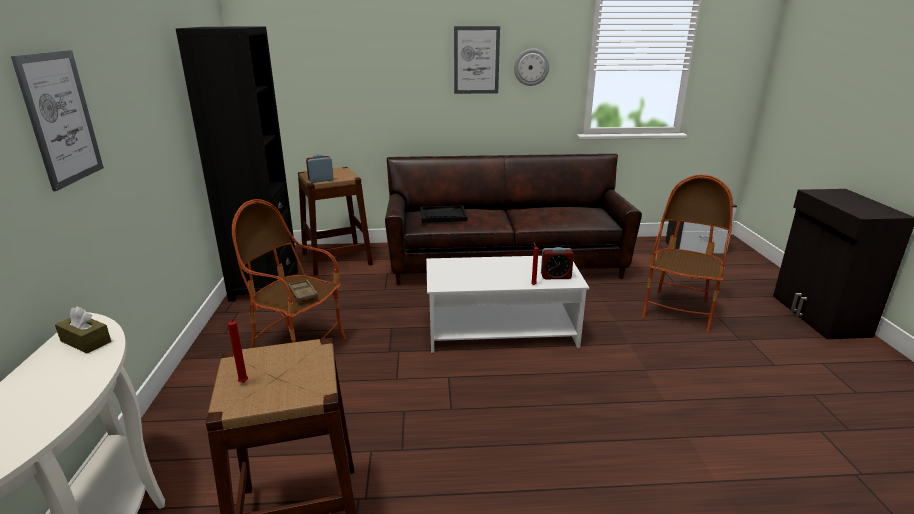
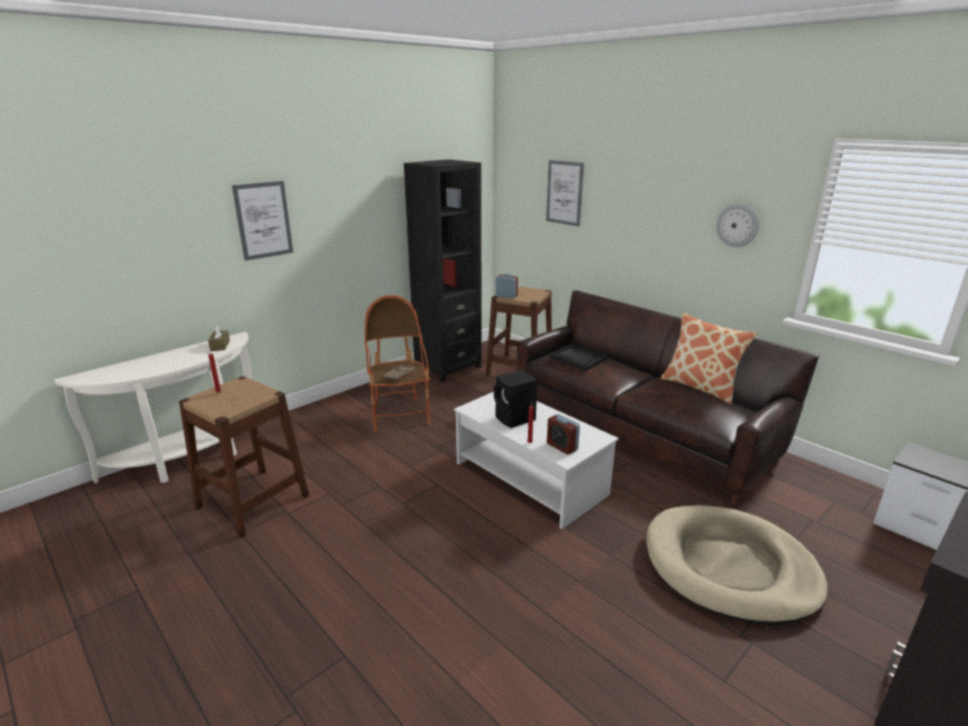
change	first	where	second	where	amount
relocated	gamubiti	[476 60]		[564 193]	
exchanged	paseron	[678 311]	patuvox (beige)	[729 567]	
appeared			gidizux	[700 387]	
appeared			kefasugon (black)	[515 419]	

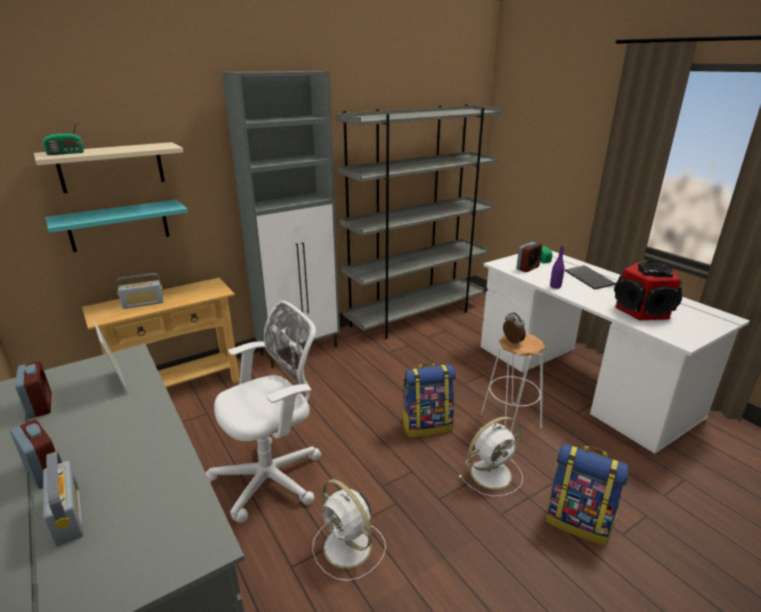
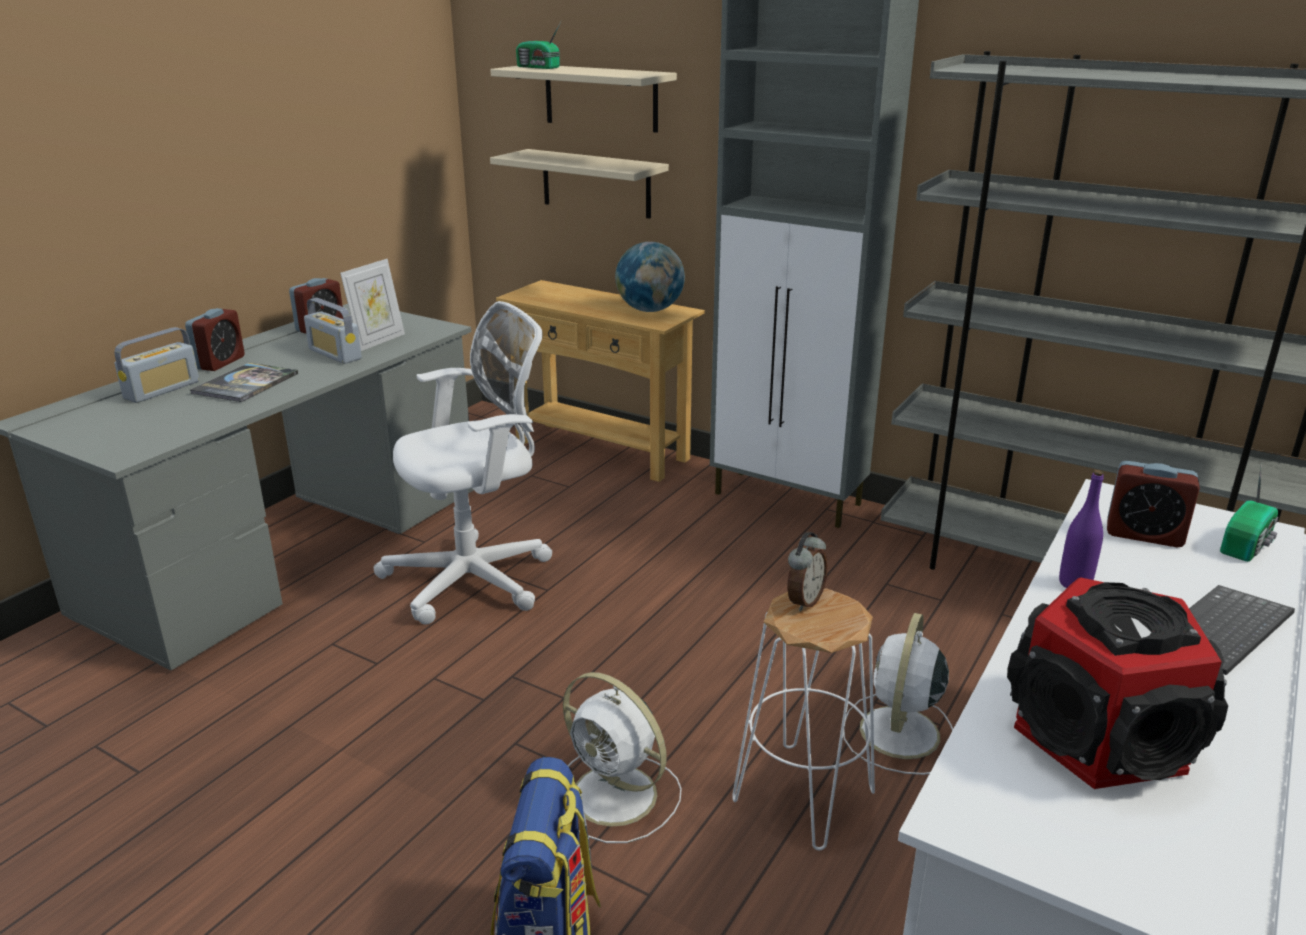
change	first	where	second	where	amount
colour	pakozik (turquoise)	[119 225]	pakozik (beige)	[596 183]	
relocated	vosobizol	[143 303]		[335 354]	
spun	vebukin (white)	[273 477]		[476 578]	60 degrees counterclockwise
missing	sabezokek	[427 425]			
relocated	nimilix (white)	[349 548]		[899 735]	
appeared			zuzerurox	[650 310]	
appeared			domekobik	[245 384]	

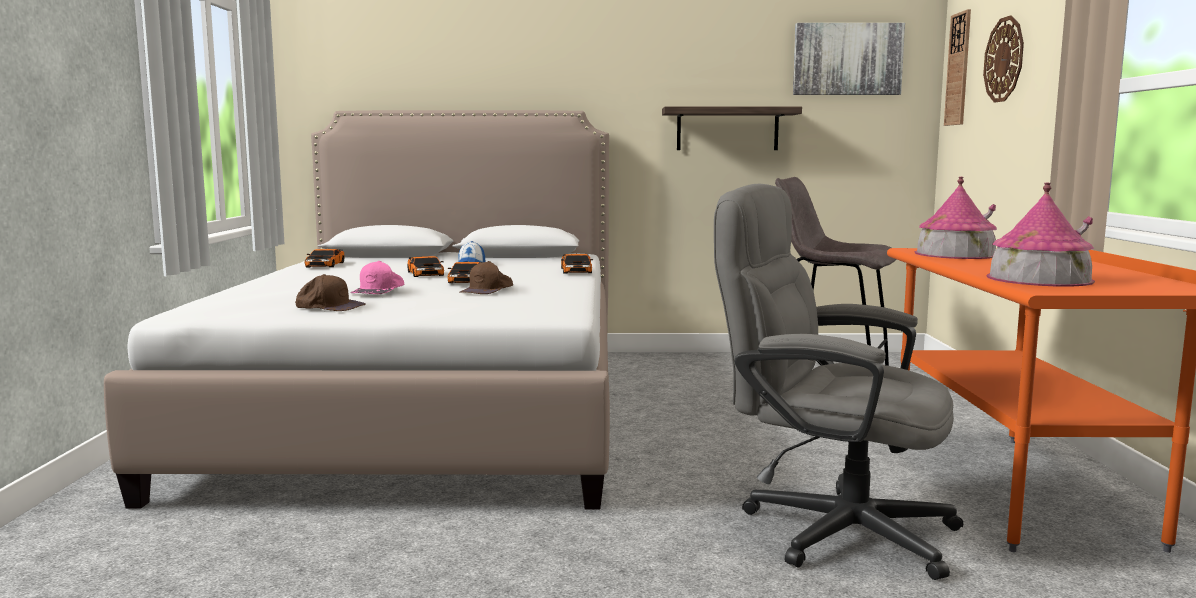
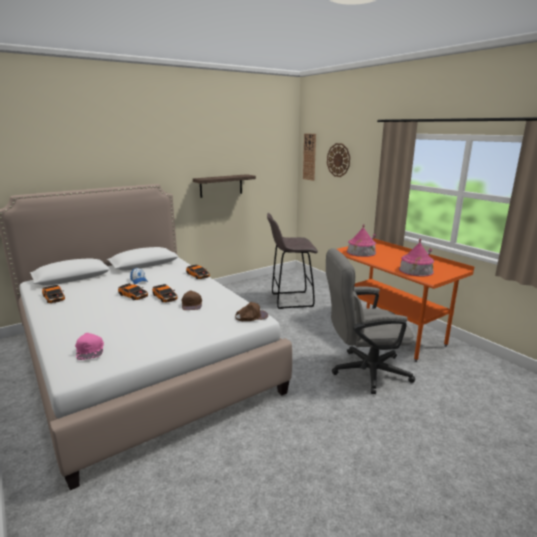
change	first	where	second	where	amount
missing	gamubiti	[847 59]			
relocated	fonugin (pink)	[379 290]		[90 350]	
relocated	fonugin (brown)	[330 306]		[251 316]	

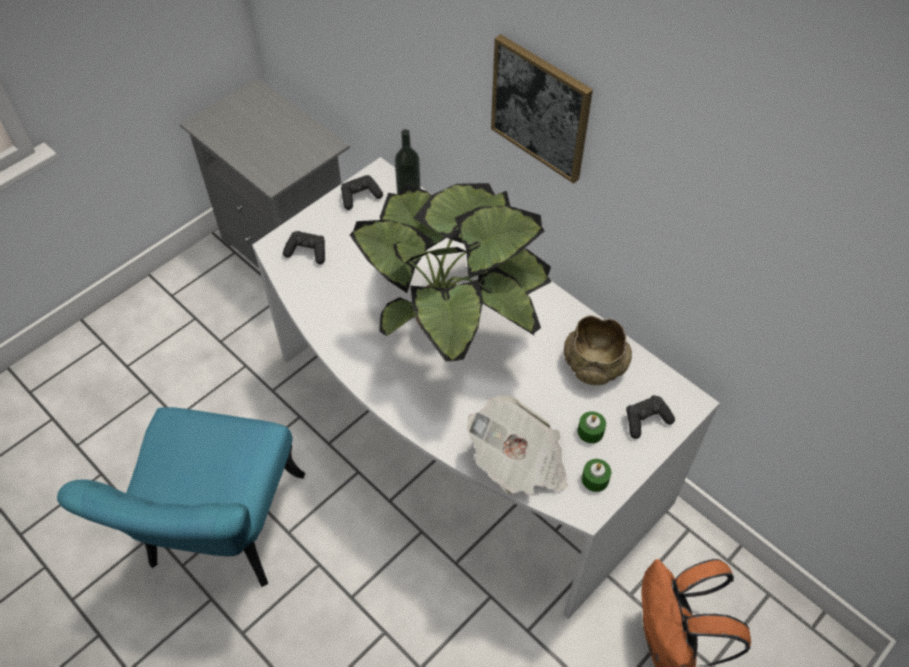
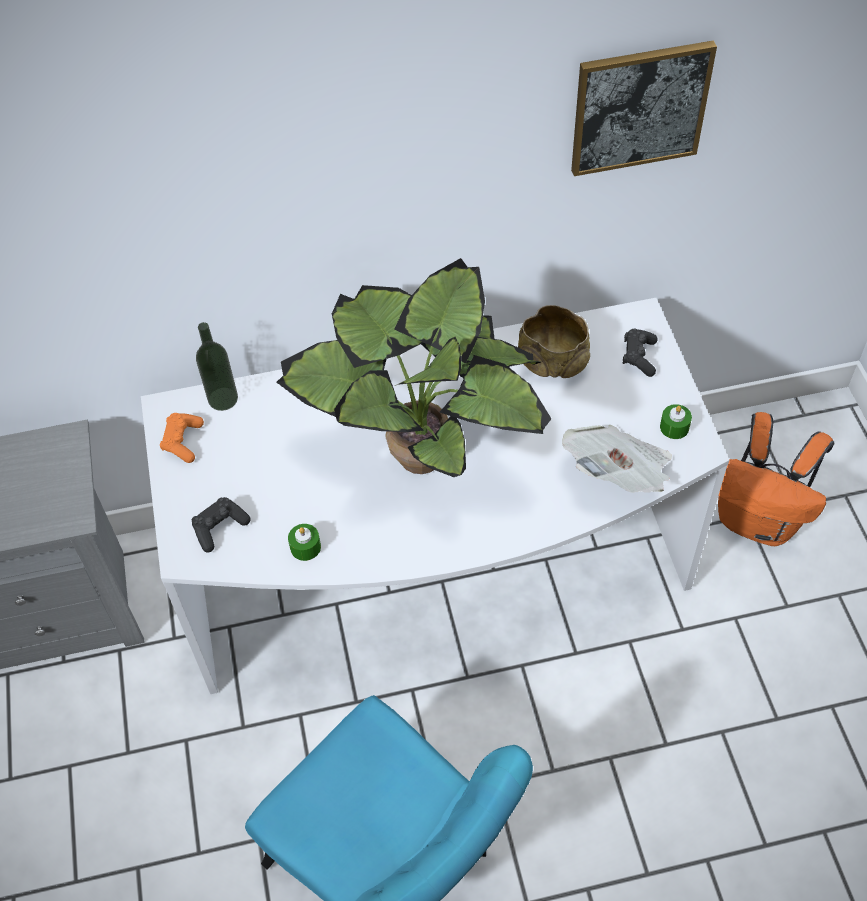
change	first	where	second	where	amount
relocated	gamubiti	[540 108]		[639 107]	
colour	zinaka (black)	[360 197]	zinaka (orange)	[183 442]	
relocated	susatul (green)	[590 431]		[305 547]	

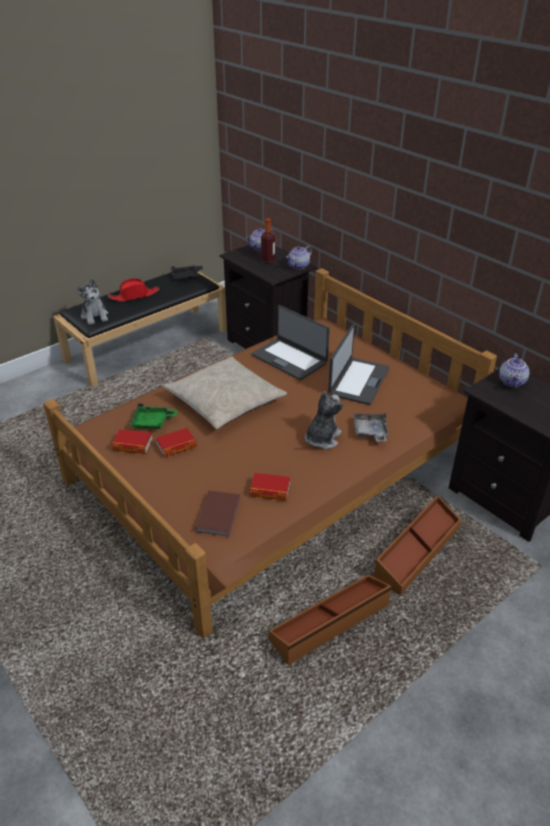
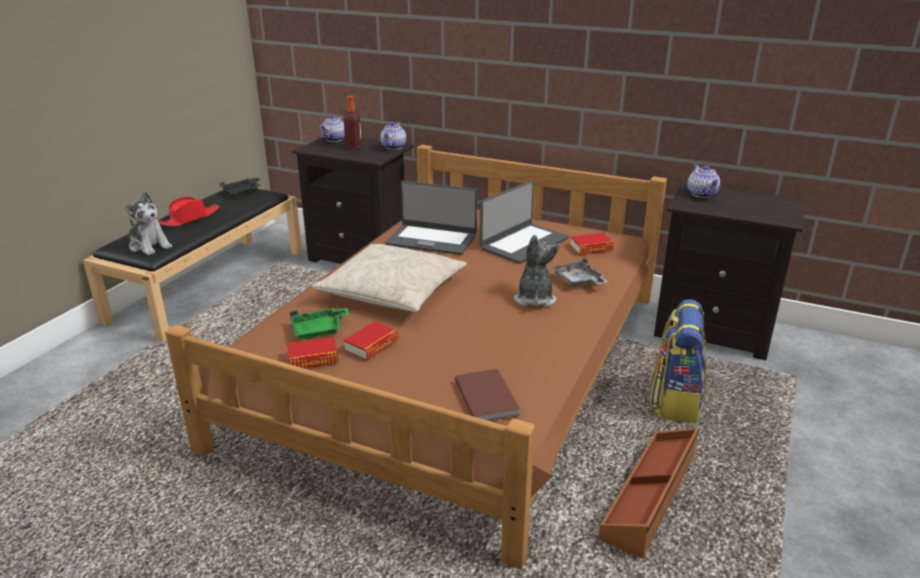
change	first	where	second	where	amount
spun	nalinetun	[358 381]		[523 243]	45 degrees clockwise
relocated	domekobik	[270 490]		[591 248]	
exchanged	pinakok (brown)	[416 552]	sabezokek	[675 401]	

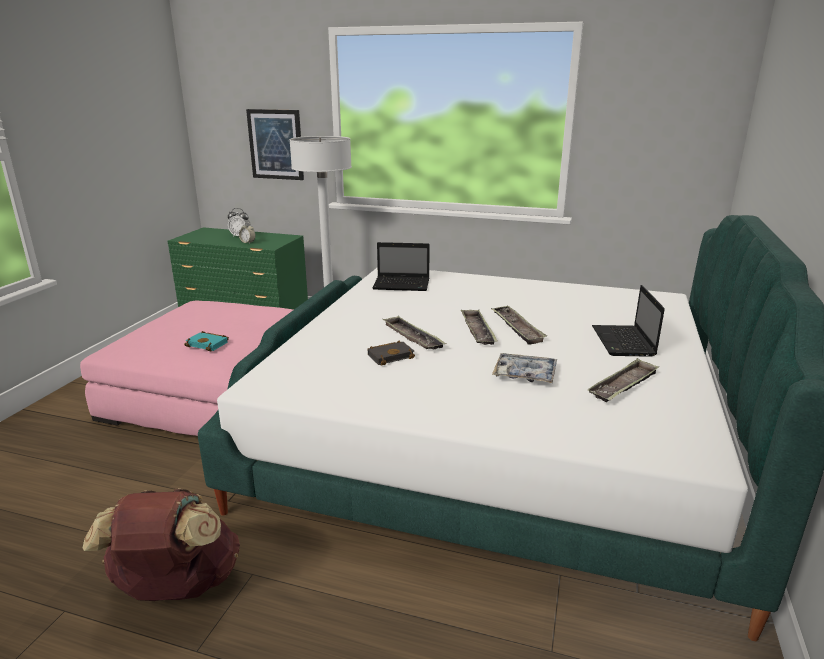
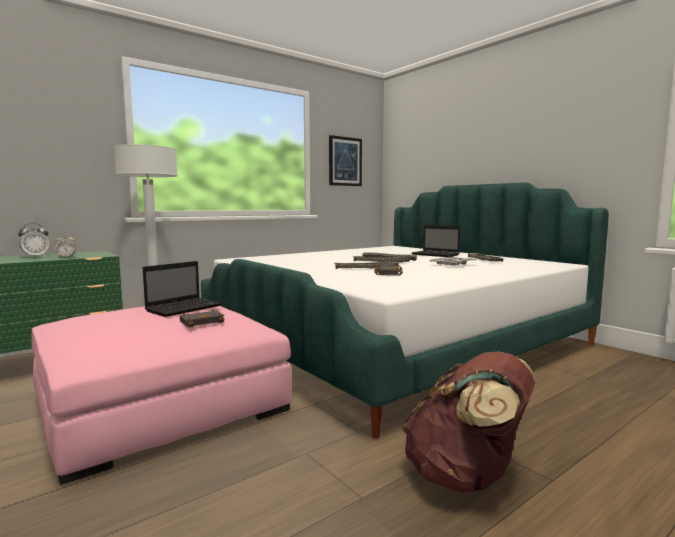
change	first	where	second	where	amount
relocated	gamubiti	[276 144]		[345 161]	
relocated	nalinetun	[403 285]		[184 308]	
colour	domekobik (turquoise)	[209 344]	domekobik (black)	[202 322]	

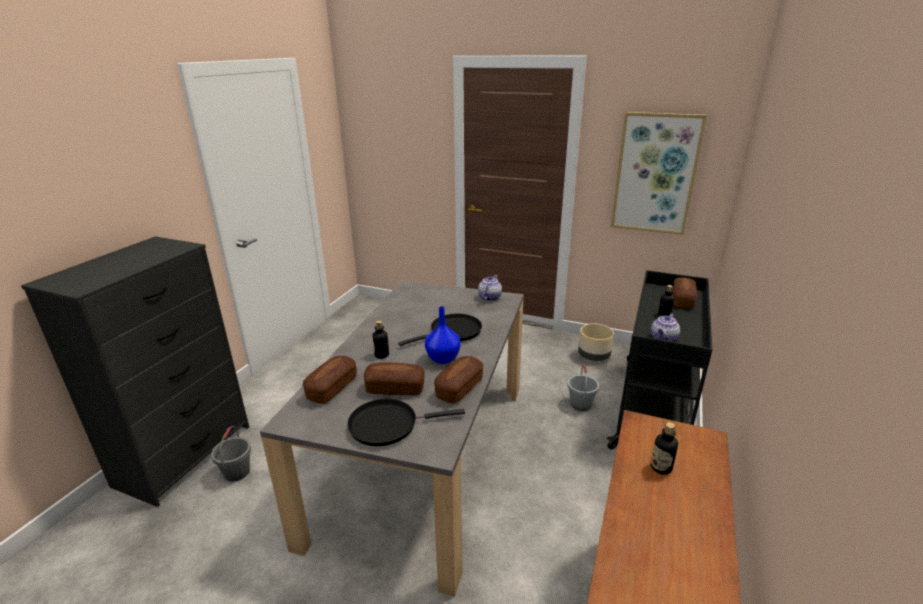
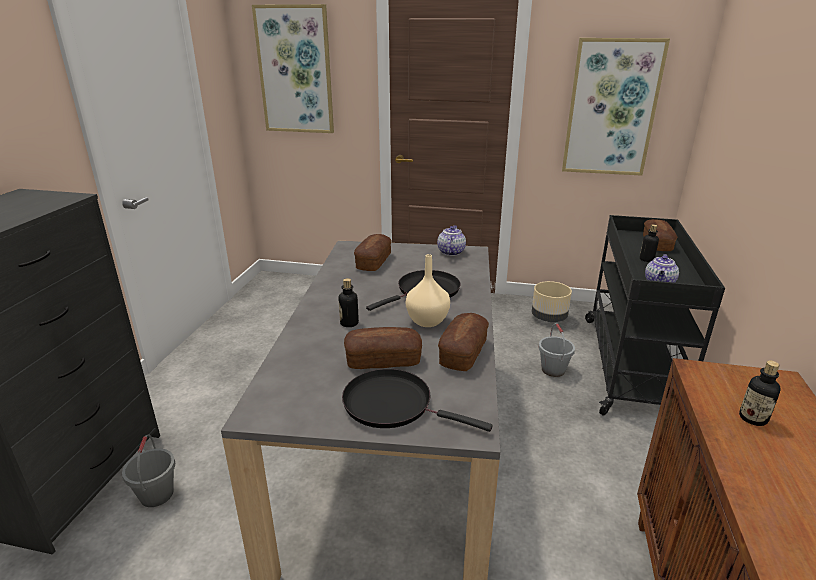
change	first	where	second	where	amount
colour	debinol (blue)	[443 358]	debinol (beige)	[427 321]	
relocated	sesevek	[332 388]		[373 261]	
spun	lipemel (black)	[388 425]		[393 404]	45 degrees clockwise
appeared			gamubiti	[295 70]	

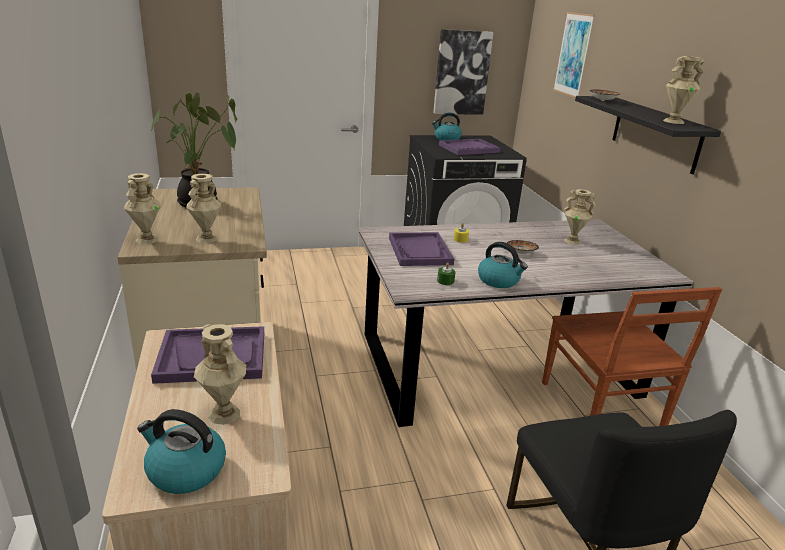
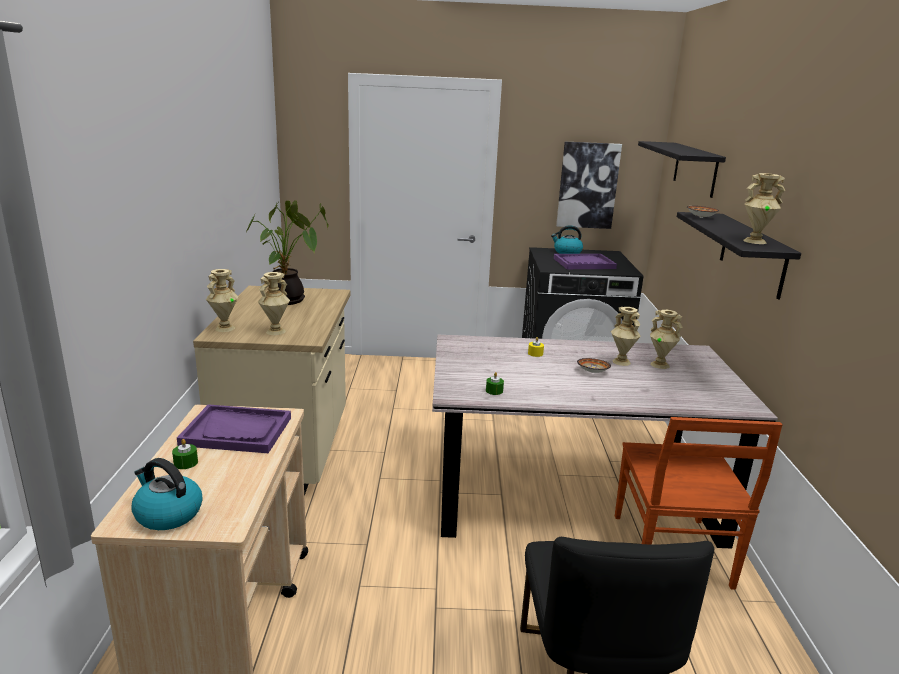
change	first	where	second	where	amount
exchanged	gamubiti	[573 55]	pakozik (black)	[695 168]	
missing	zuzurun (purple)	[420 251]			
missing	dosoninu	[499 281]			
relocated	debinol (beige)	[223 414]		[621 362]	
appeared			susatul (green)	[186 463]	

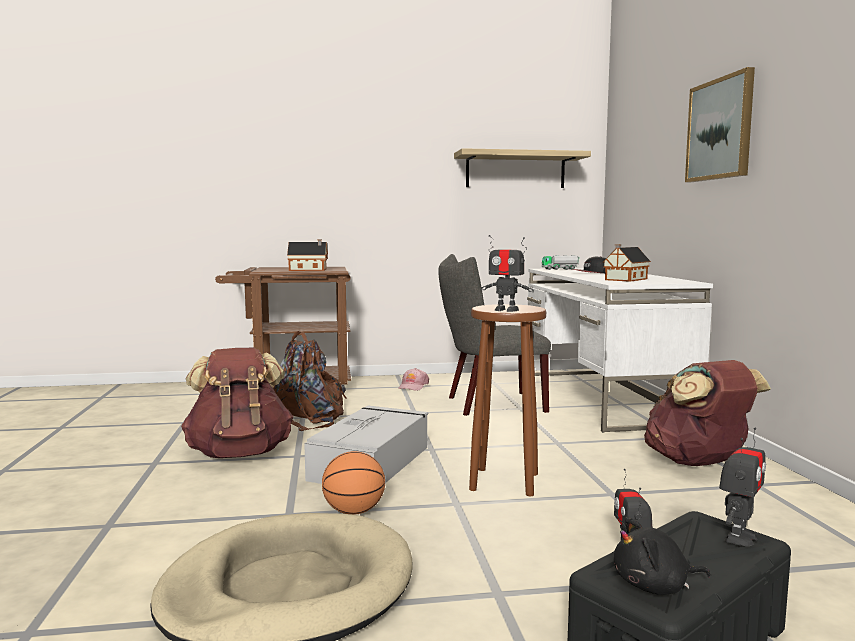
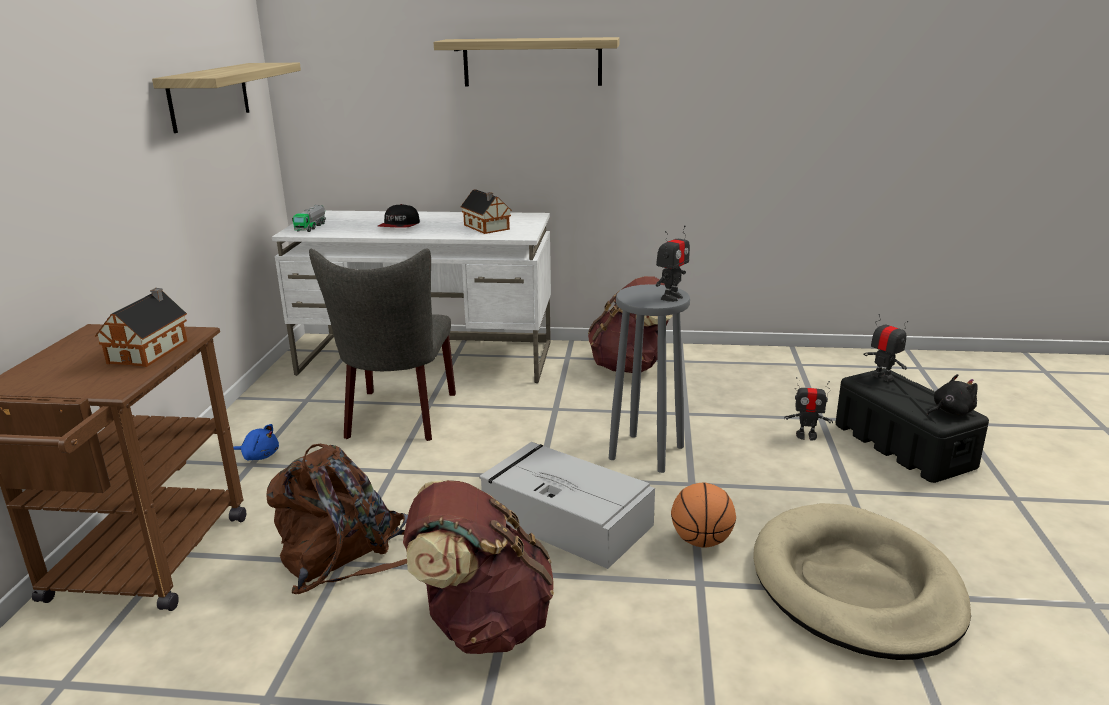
change	first	where	second	where	amount
exchanged	gamubiti	[720 129]	pakozik	[532 62]	
colour	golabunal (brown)	[505 482]	golabunal (grey)	[647 452]	
exchanged	fonugin (pink)	[413 386]	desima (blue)	[259 456]	
spun	desima (black)	[655 586]		[950 411]	120 degrees counterclockwise

